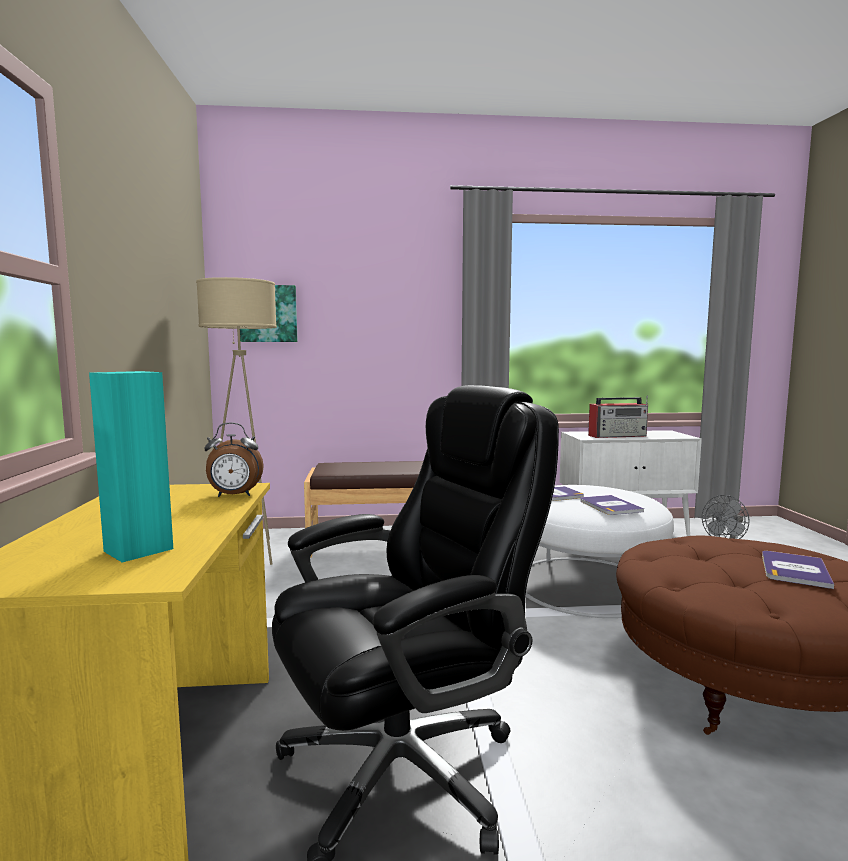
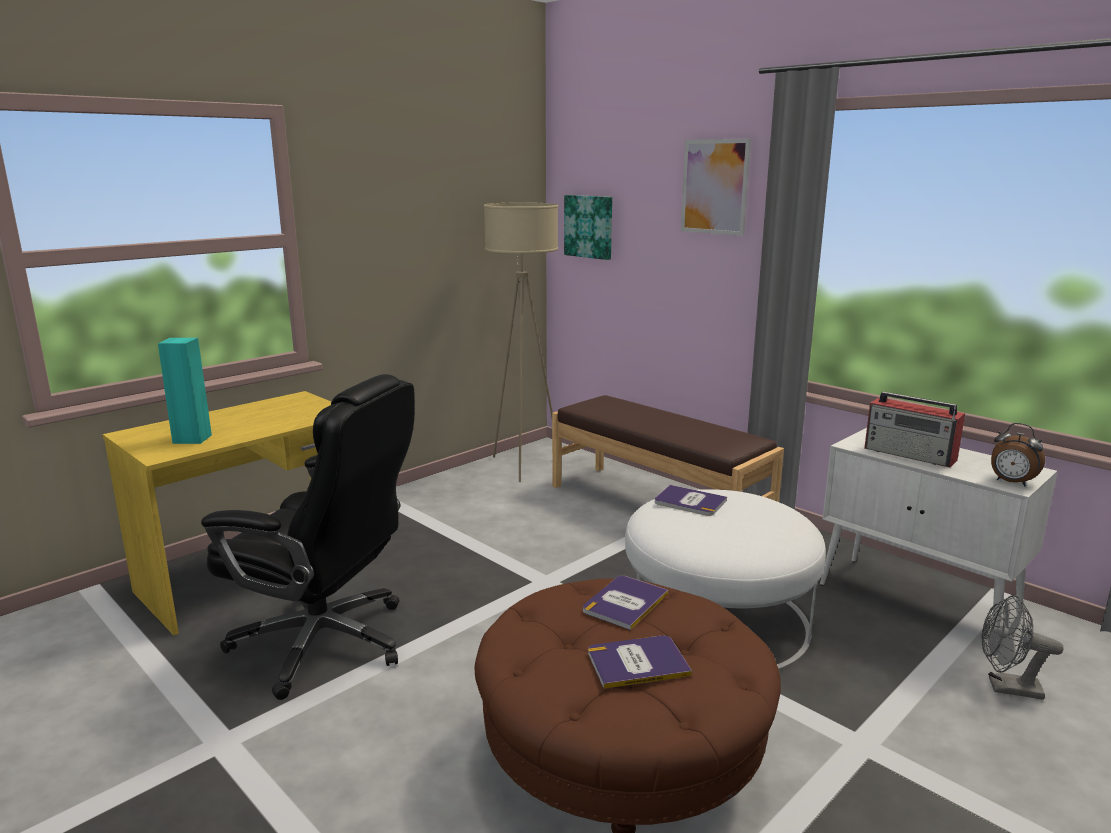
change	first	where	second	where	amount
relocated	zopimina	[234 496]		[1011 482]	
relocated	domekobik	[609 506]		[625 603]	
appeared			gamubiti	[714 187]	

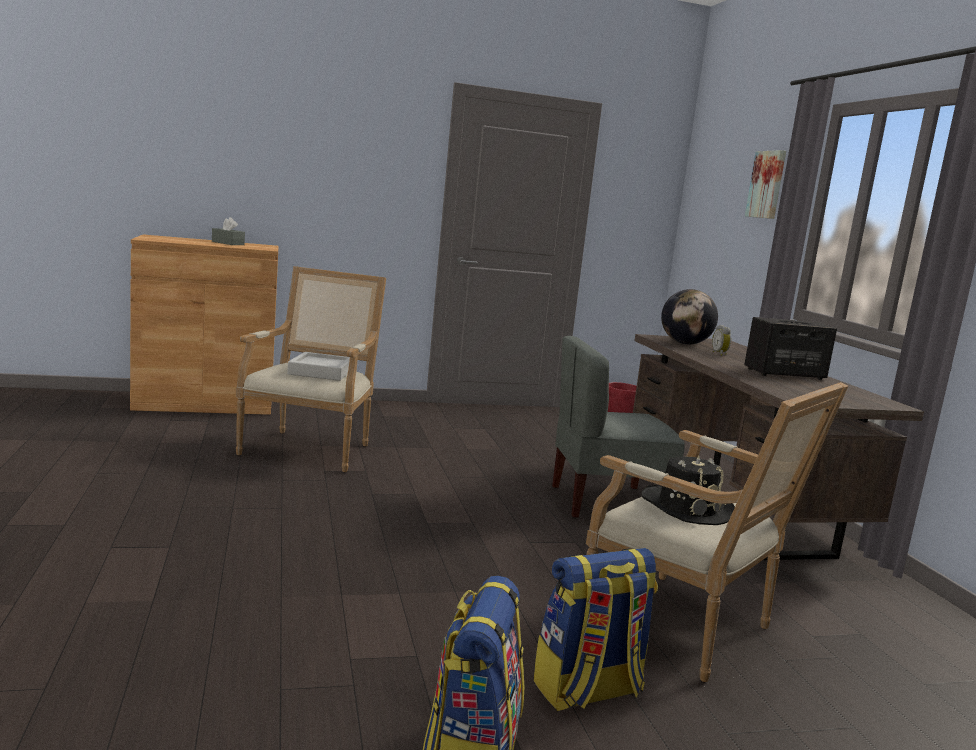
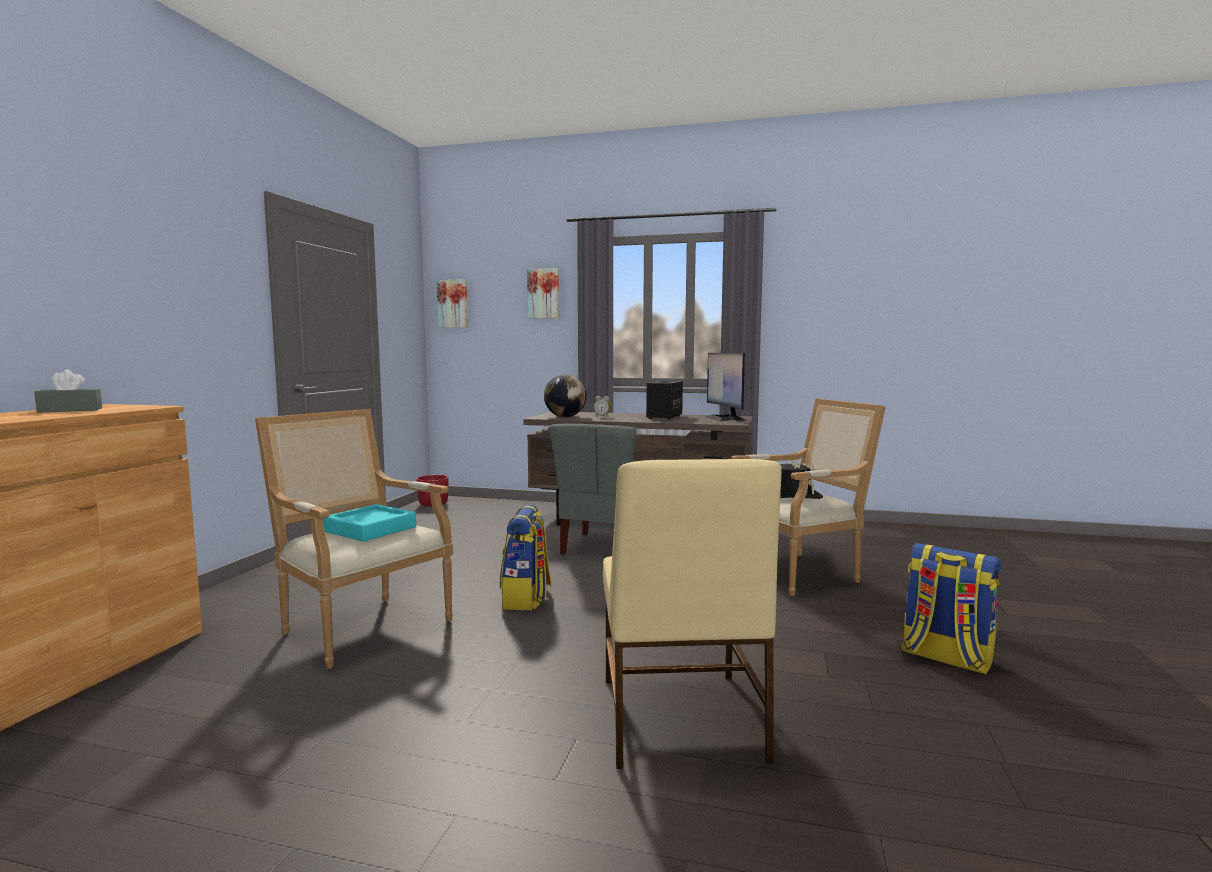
change	first	where	second	where	amount
colour	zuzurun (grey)	[321 372]	zuzurun (turquoise)	[370 529]	
relocated	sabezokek	[588 691]		[526 599]	
appeared			gamubiti	[453 303]	
appeared			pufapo	[725 418]	
appeared			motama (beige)	[679 719]	

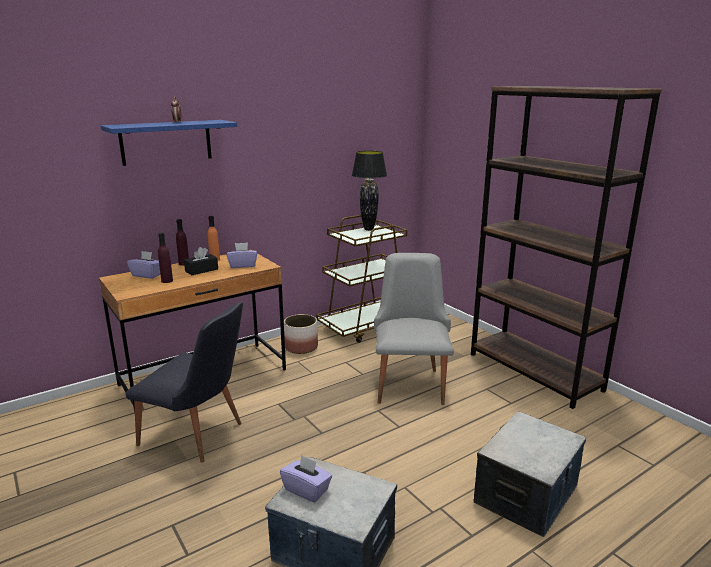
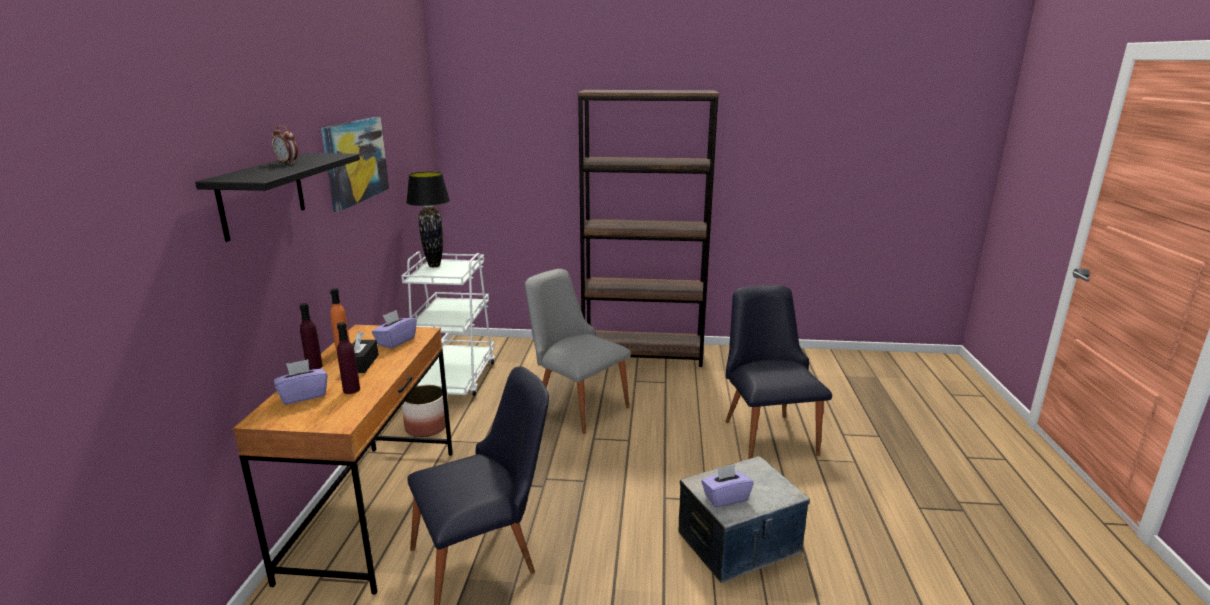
change	first	where	second	where	amount
colour	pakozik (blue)	[166 142]	pakozik (black)	[262 195]	
colour	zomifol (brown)	[366 326]	zomifol (white)	[455 379]	
exchanged	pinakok	[527 495]	motama (black)	[766 432]	
appeared			gamubiti	[355 161]	

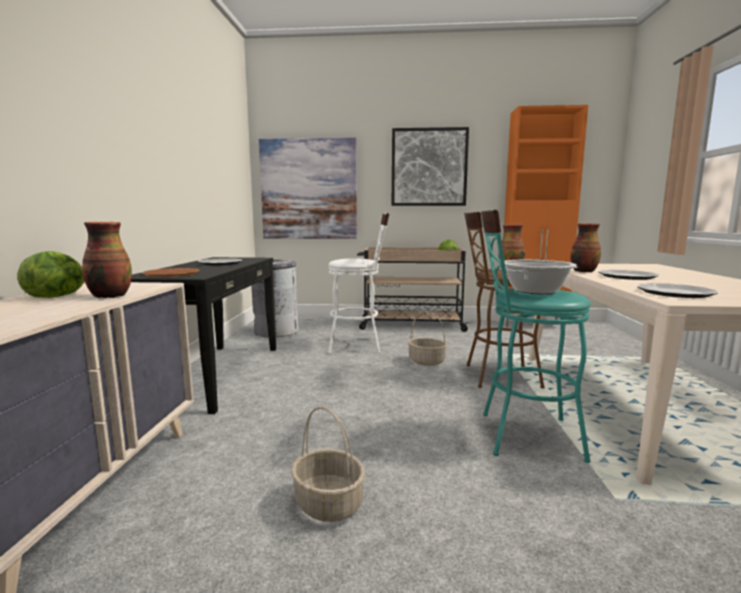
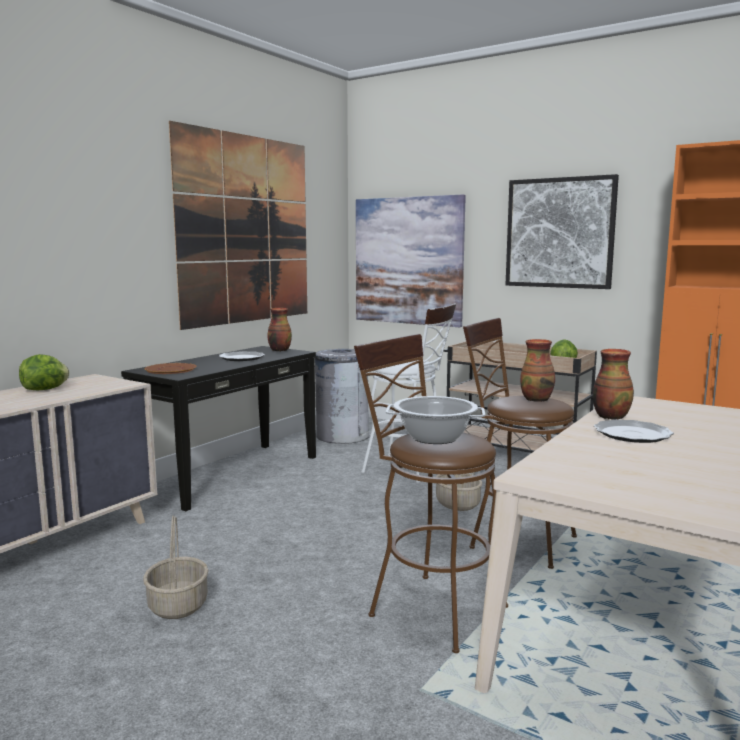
change	first	where	second	where	amount
colour	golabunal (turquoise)	[520 435]	golabunal (brown)	[428 607]	
relocated	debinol	[109 296]		[279 350]	
missing	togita	[675 293]			
appeared			gamubiti	[246 230]	

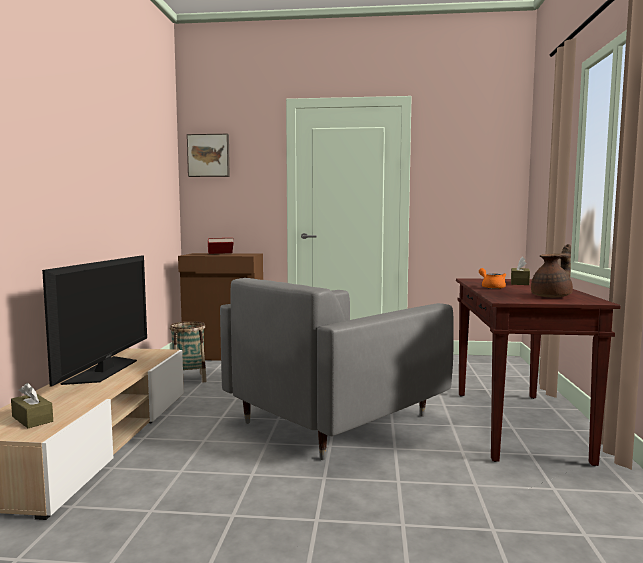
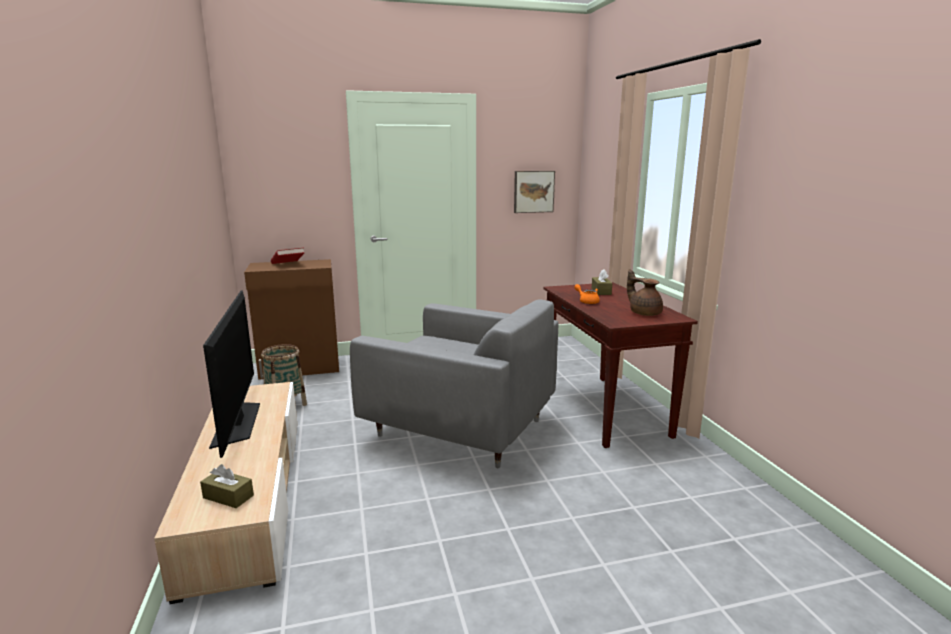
change	first	where	second	where	amount
relocated	gamubiti	[209 155]		[533 191]	
spun	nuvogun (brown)	[552 296]		[644 313]	75 degrees counterclockwise
spun	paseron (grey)	[335 419]		[460 428]	90 degrees counterclockwise

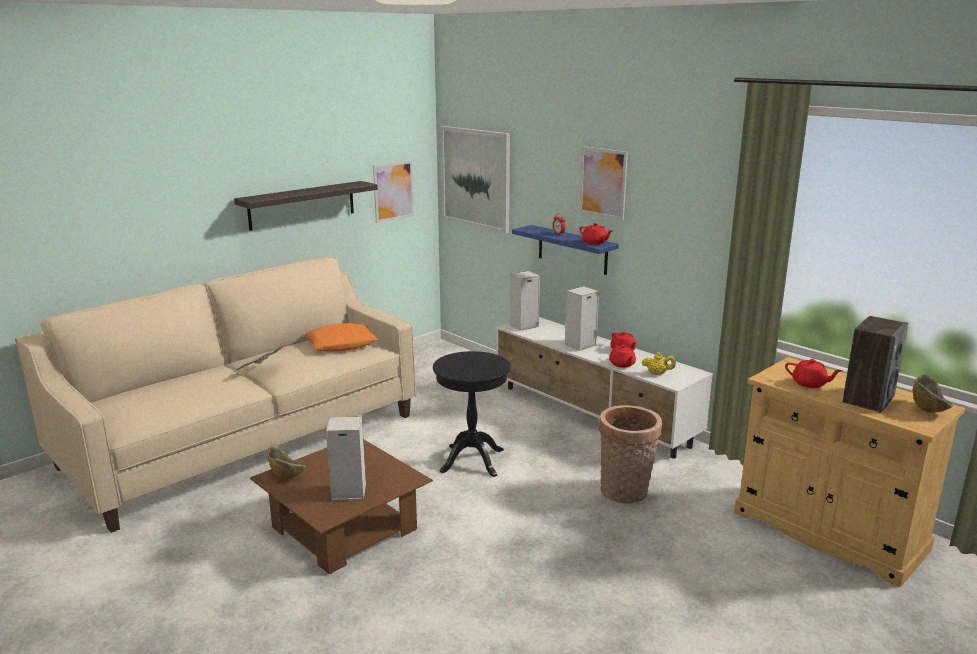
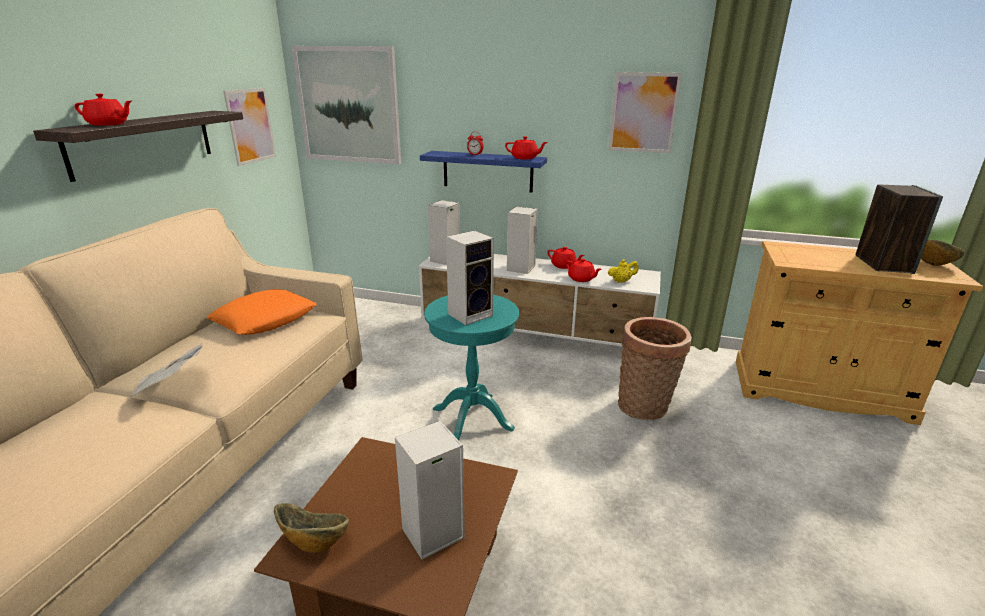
change	first	where	second	where	amount
relocated	gamubiti	[603 182]		[643 113]	
colour	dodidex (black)	[472 460]	dodidex (turquoise)	[472 419]	
relocated	nuvogun (red)	[810 384]		[108 124]	
appeared			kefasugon	[471 314]	

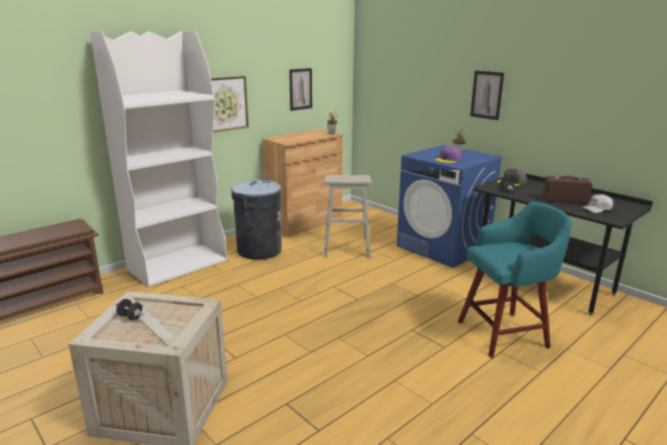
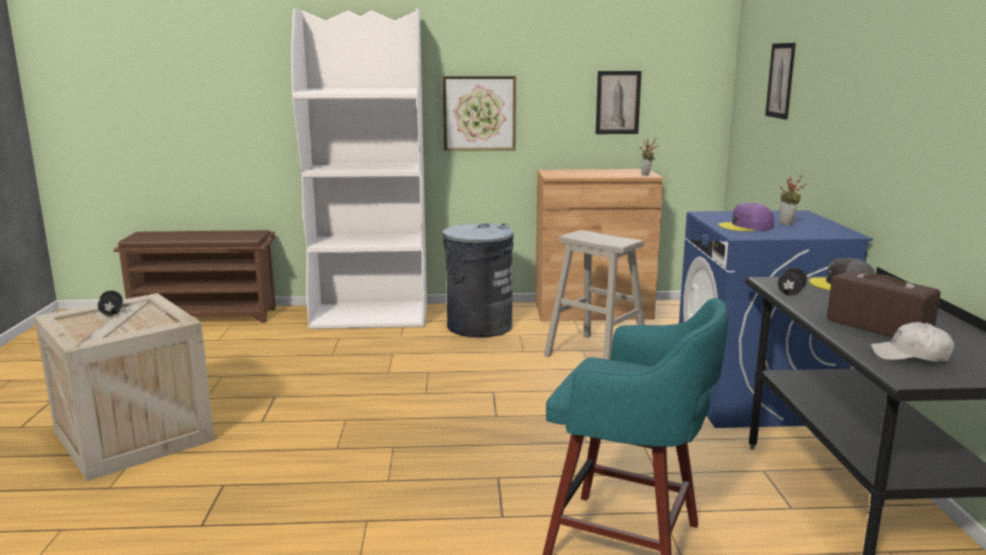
change	first	where	second	where	amount
relocated	gamubiti	[487 95]		[780 80]	

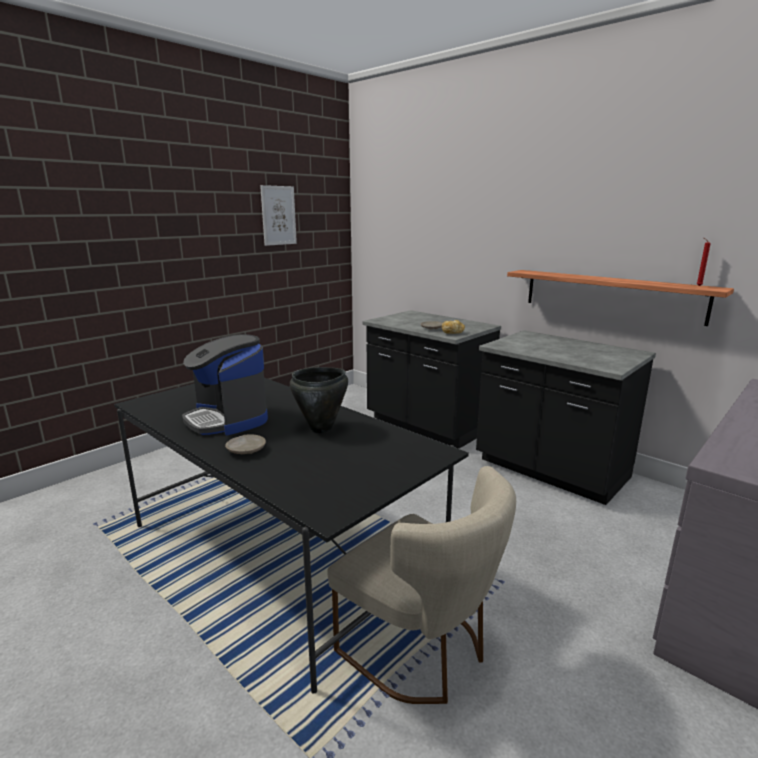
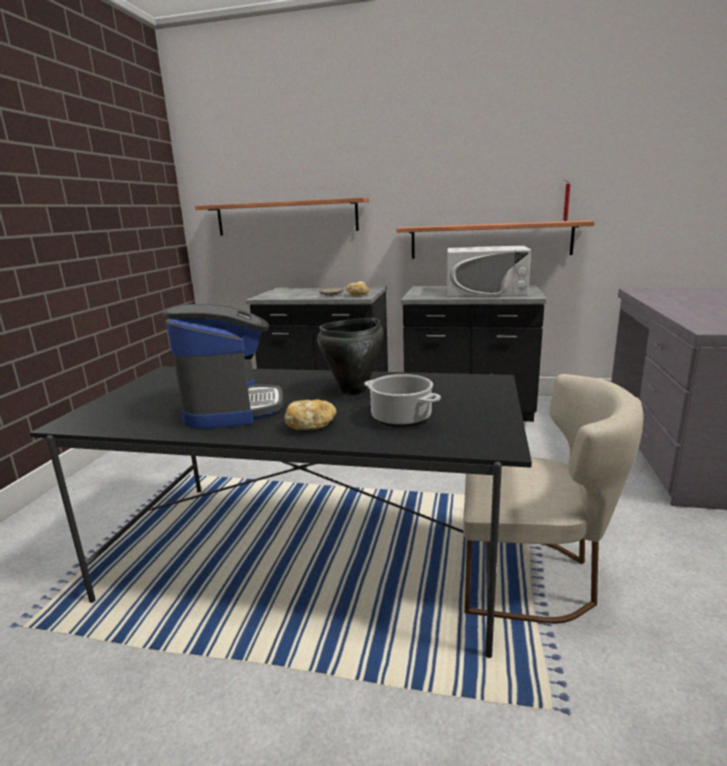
change	first	where	second	where	amount
missing	gamubiti	[278 215]			
spun	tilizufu	[227 419]		[231 408]	120 degrees counterclockwise
exchanged	togita (beige)	[246 450]	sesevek	[310 425]	
appeared			pakozik	[286 217]	
appeared			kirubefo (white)	[485 292]	
appeared			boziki	[402 418]	

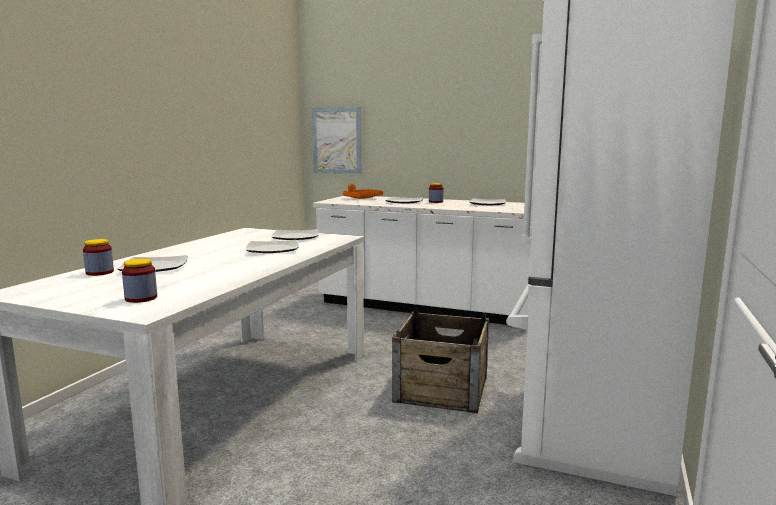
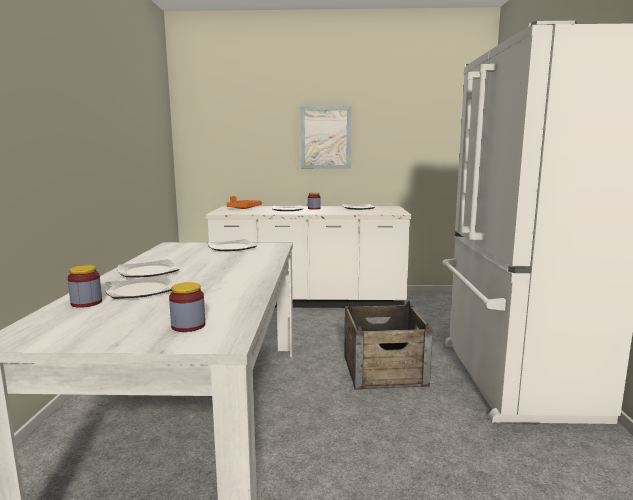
change	first	where	second	where	amount
relocated	gamubiti	[337 140]		[325 138]	
relocated	togita	[273 249]		[149 271]	

